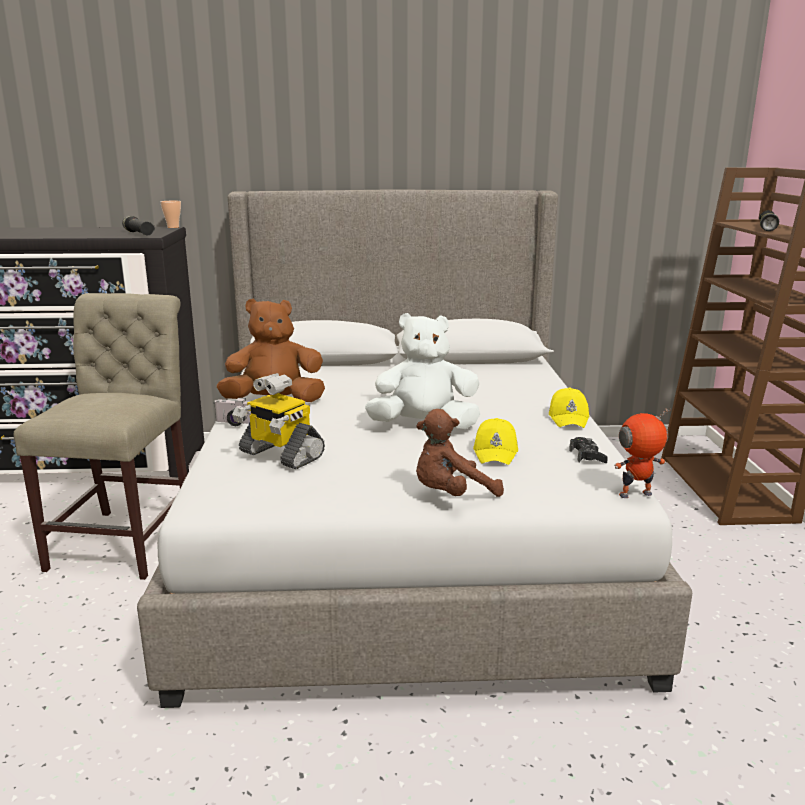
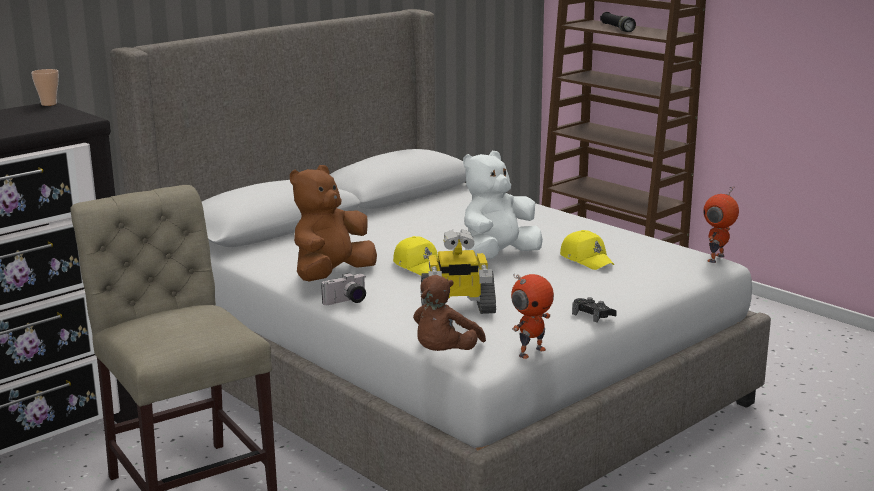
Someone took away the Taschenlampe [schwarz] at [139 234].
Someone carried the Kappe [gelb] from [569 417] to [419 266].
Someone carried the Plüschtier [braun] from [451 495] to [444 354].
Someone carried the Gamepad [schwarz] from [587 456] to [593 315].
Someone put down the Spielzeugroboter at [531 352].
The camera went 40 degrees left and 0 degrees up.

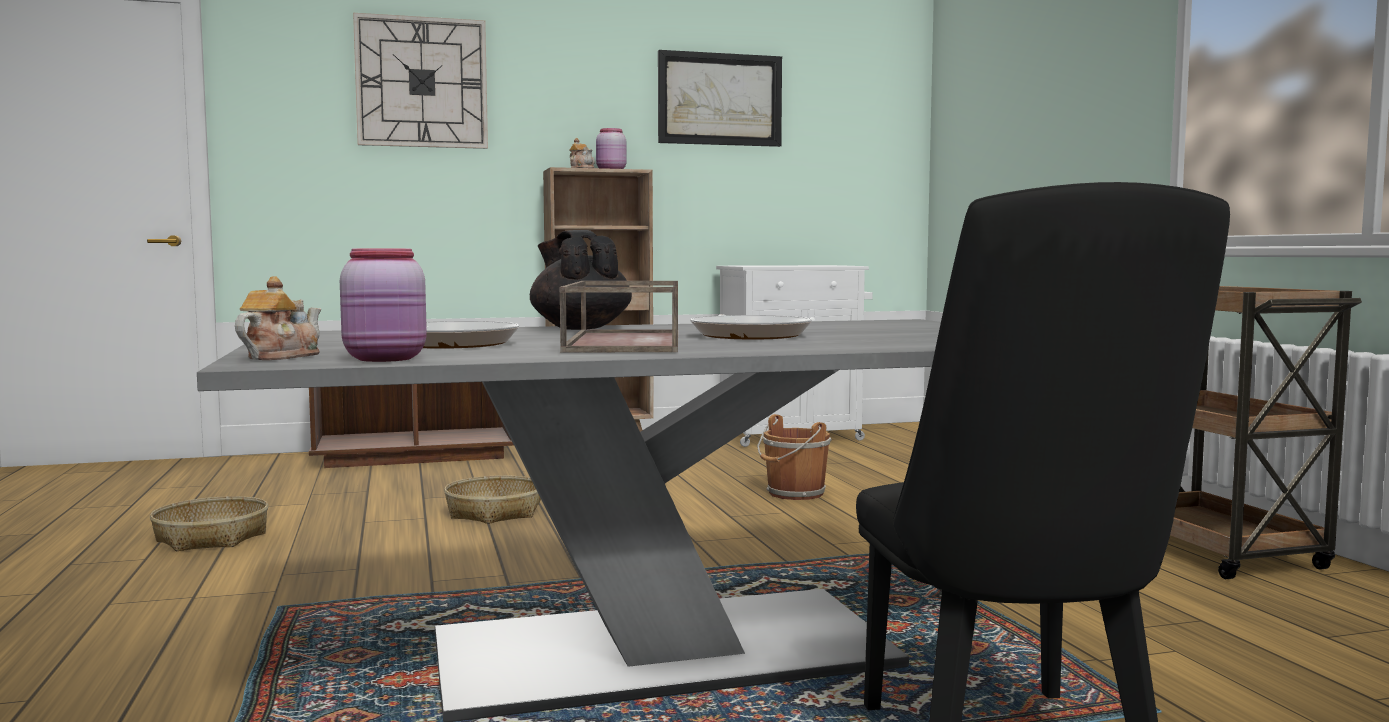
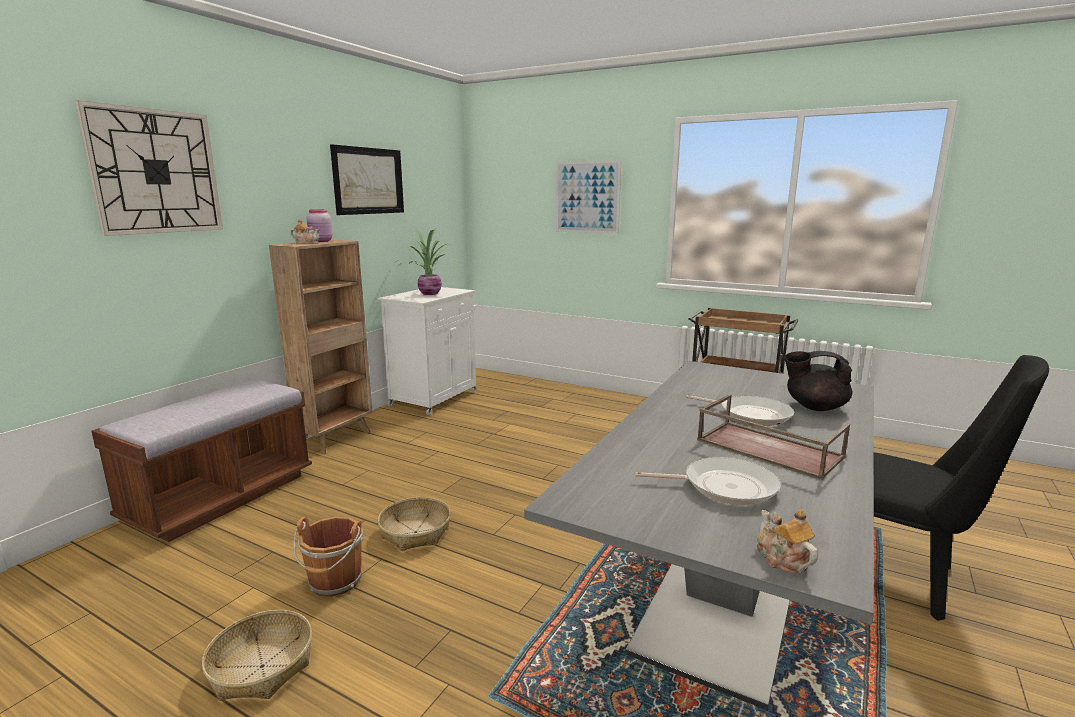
Someone carried the Teekanne [schwarz] from [580 328] to [814 407].
Someone took away the Vorratsglas [rosa] at [387 359].
Someone carried the Eimer [braun] from [794 494] to [335 582].
Someone put up the Bild at [587 197].
Someone put down the Topfpflanze at [431 293].
The camera went 45 degrees left and 10 degrees up.

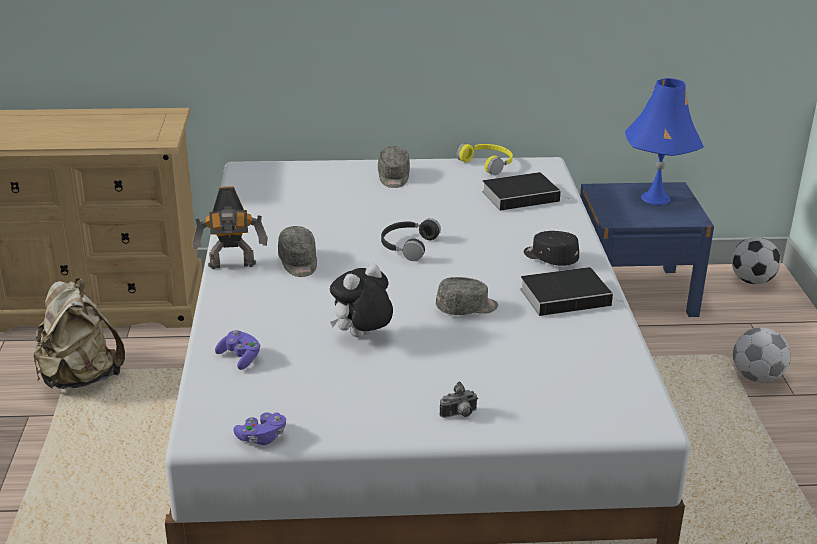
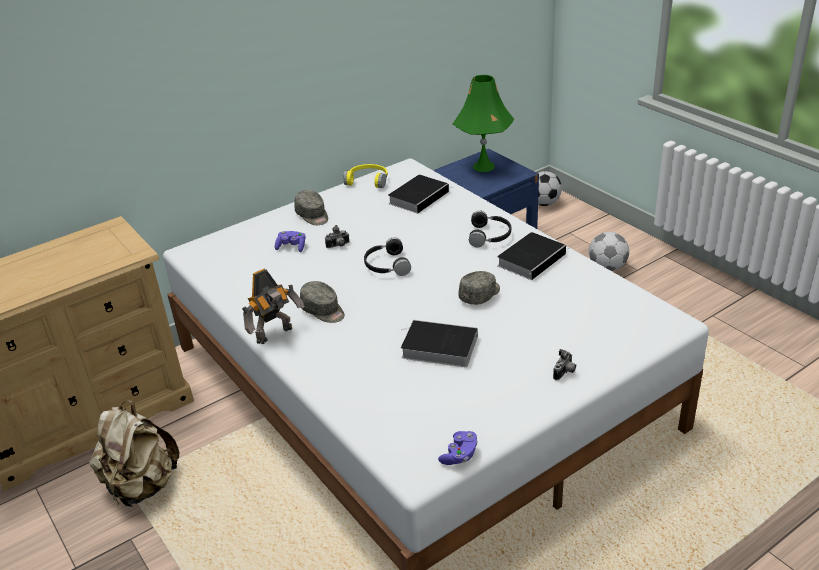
Someone repainted the Tischlampe [blau] at [655 198], which became the Tischlampe [grün] at [483 167].
Someone swapped the Kappe [schwarz] at [550 258] for the Kopfhörer [schwarz] at [490 236].
Someone swapped the Plüschtier at [362 337] for the Buch at [437 347].
Someone carried the Gamepad [lila] from [240 357] to [292 247].
Someone put down the Kamera at [338 246].
The camera went 30 degrees left and 5 degrees up.

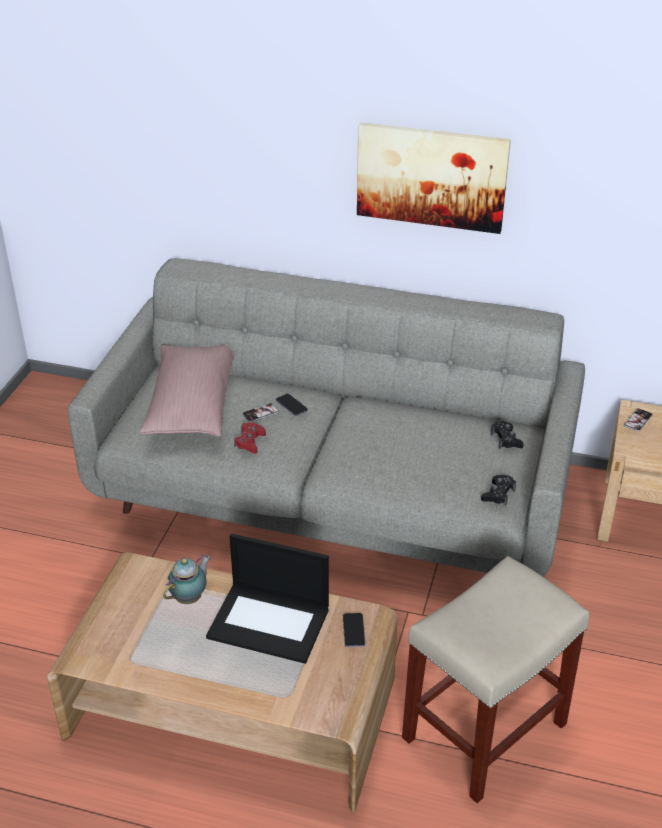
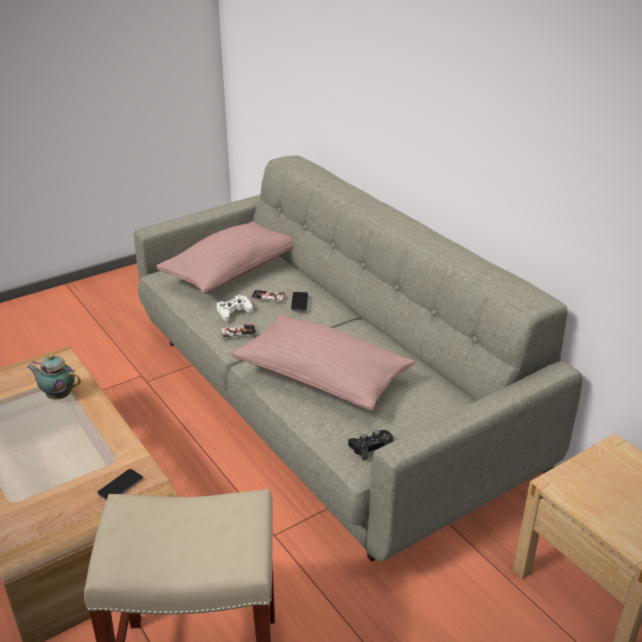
Someone took away the Bild at [431 176].
Someone carried the Handy from [638 420] to [238 332].
Someone took away the Gamepad [schwarz] at [506 439].
Someone repainted the Gamepad [rot] at [250 442], which became the Gamepad [weiß] at [233 312].
Someone took away the Laptop at [270 622].
Someone rotated the Teekanne at [190 597] by 150 degrees counterclockwise.
Someone put down the Kissen [rosa] at [322 378].
The camera went 40 degrees right and 5 degrees down.

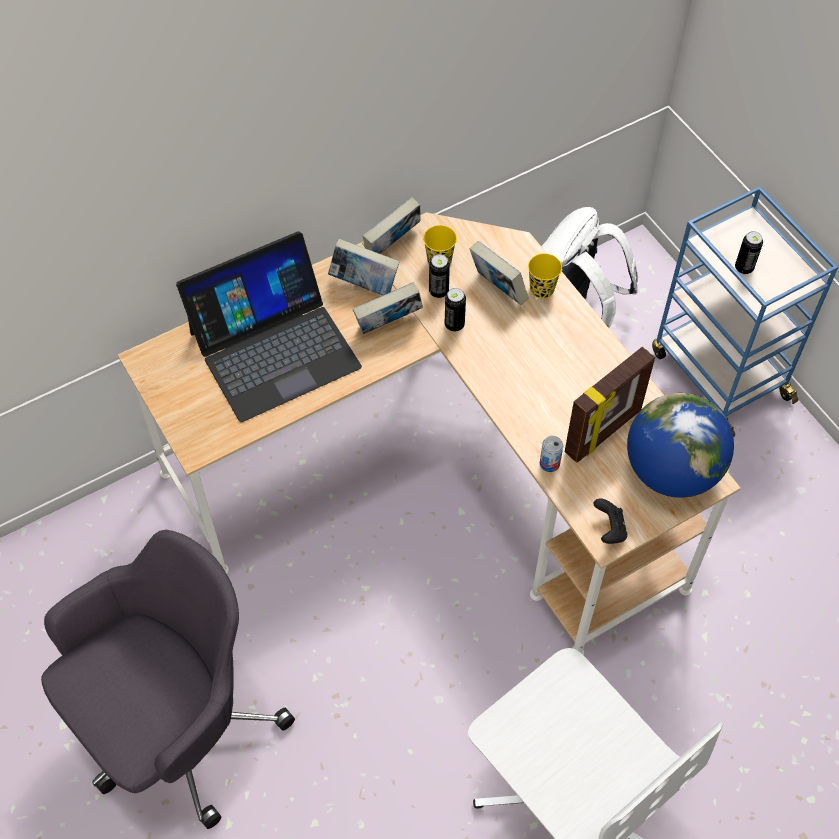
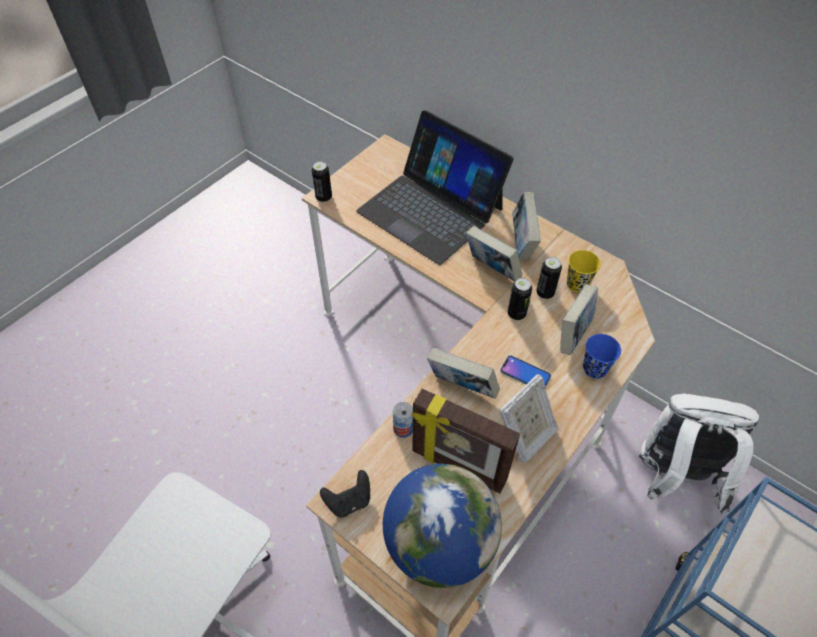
Someone carried the Buch from [392 245] to [461 388].
Someone carried the Dose from [744 268] to [323 197].
Someone repainted the Tasse [gelb] at [542 289], which became the Tasse [blau] at [594 369].
Someone took away the Bürostuhl [grau] at [175 726].
Someone put down the Handy at [525 373].
Someone put down the Bilderrahmen at [525 436].
The camera went 70 degrees right and 5 degrees down.

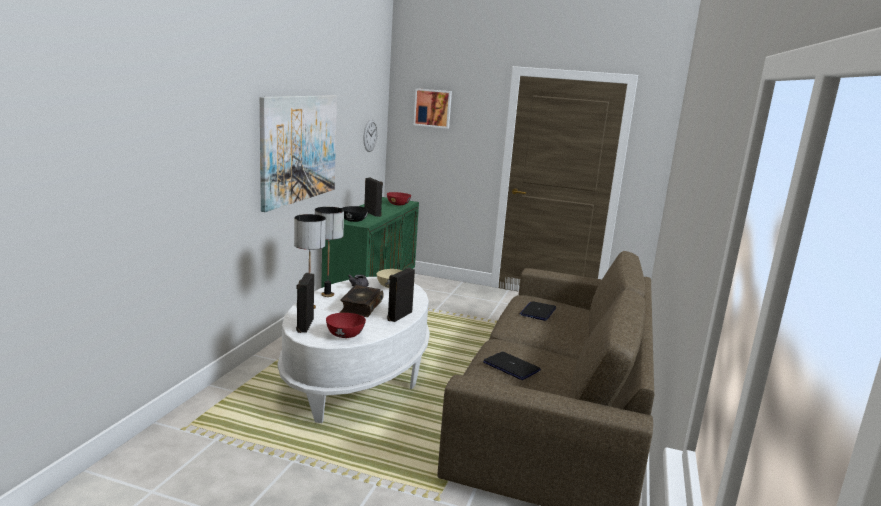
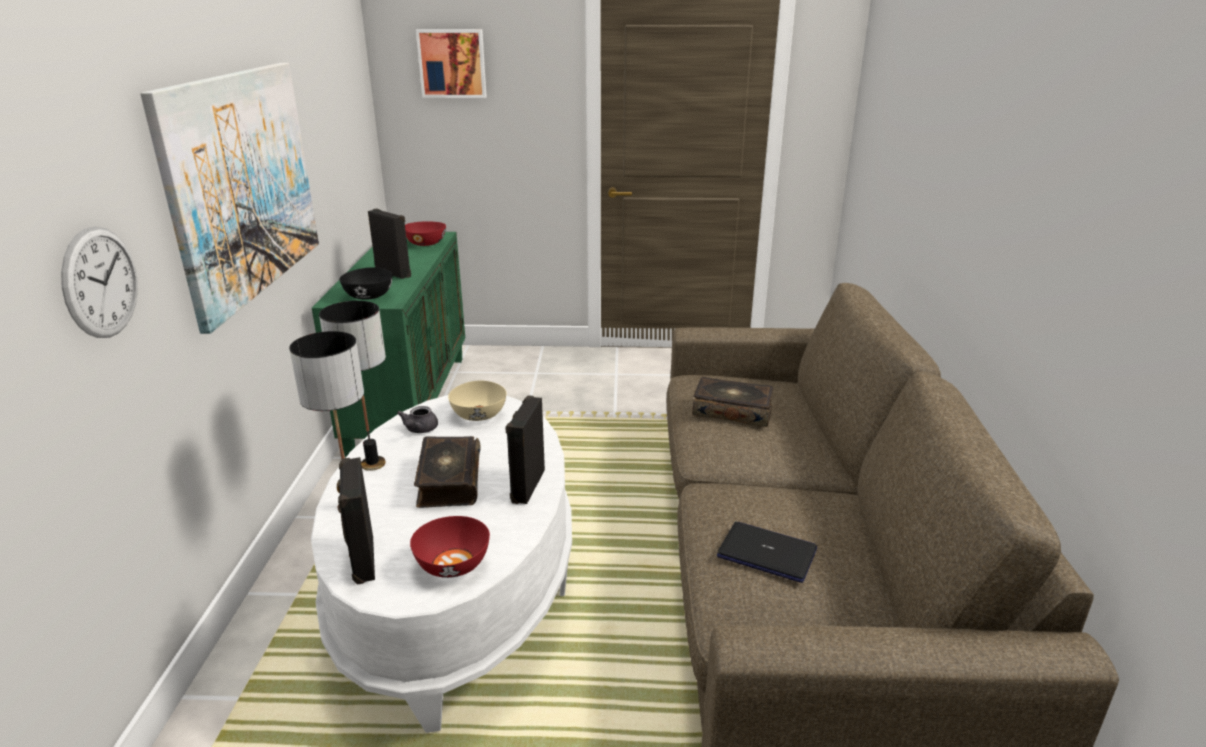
Someone carried the Wanduhr from [370 135] to [101 282].
Someone swapped the Laptop at [538 312] for the Buch at [732 410].
The camera went 15 degrees left and 10 degrees up.

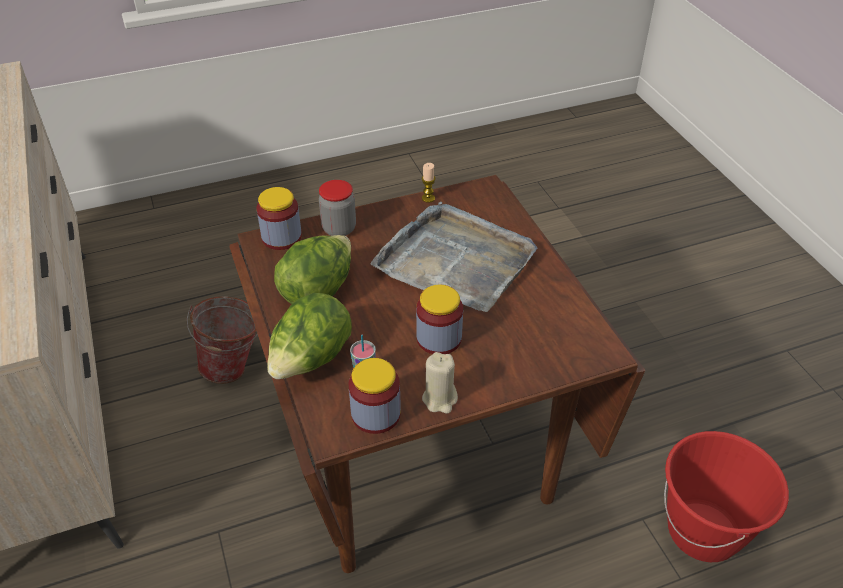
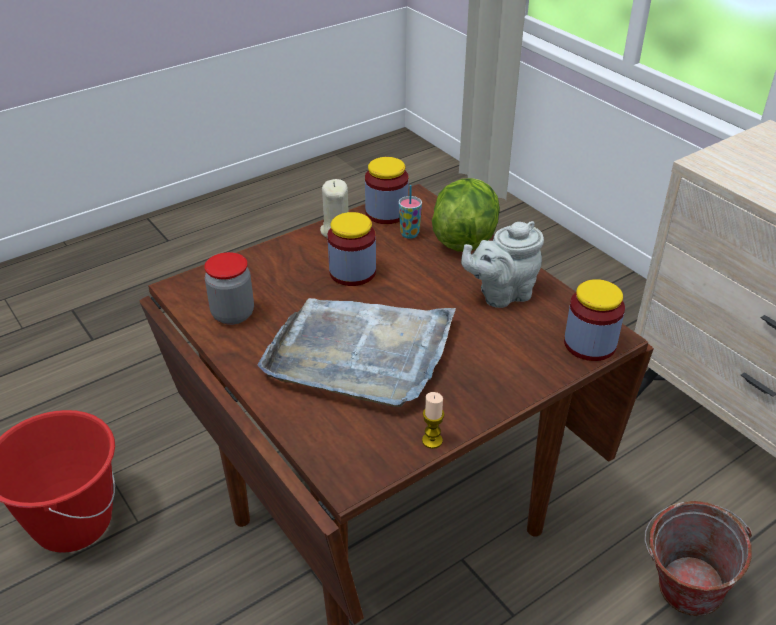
Someone carried the Vorratsglas from [339 229] to [233 314].
Someone swapped the Salatkopf at [318 290] for the Teekanne [grau] at [501 294].
The camera went 165 degrees right and 5 degrees down.

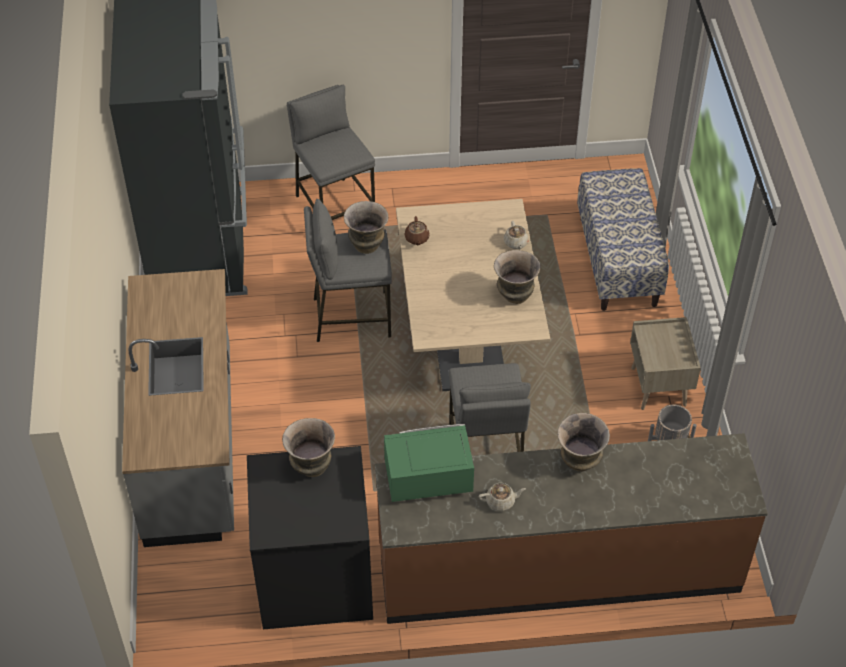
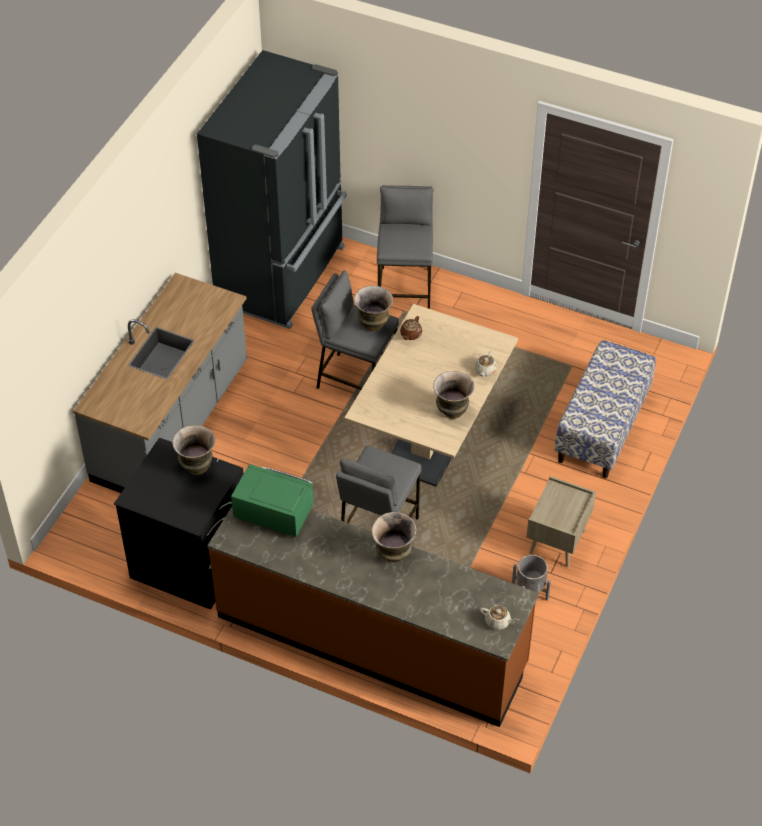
Someone carried the Teekanne [beige] from [501 501] to [498 621].
The camera went 30 degrees right and 0 degrees up.

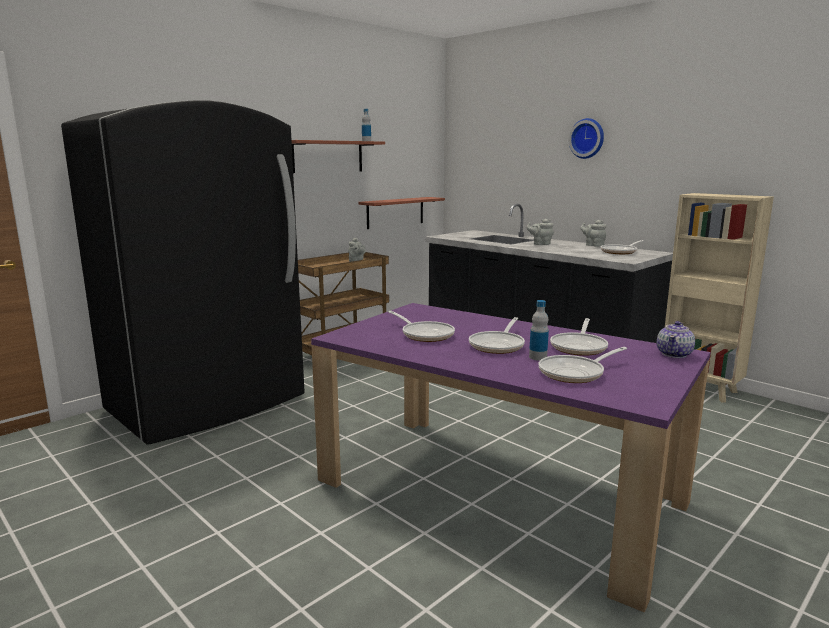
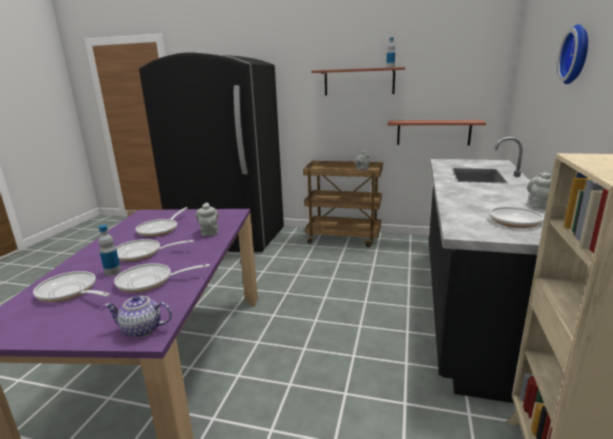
Someone carried the Teekanne [grau] from [540 244] to [209 232].
The camera went 60 degrees right and 5 degrees up.

